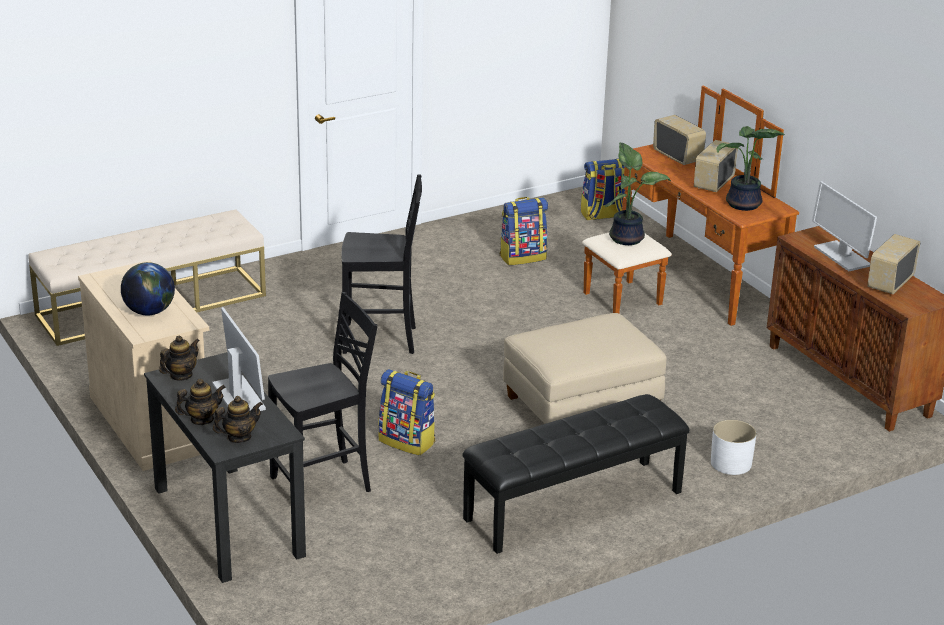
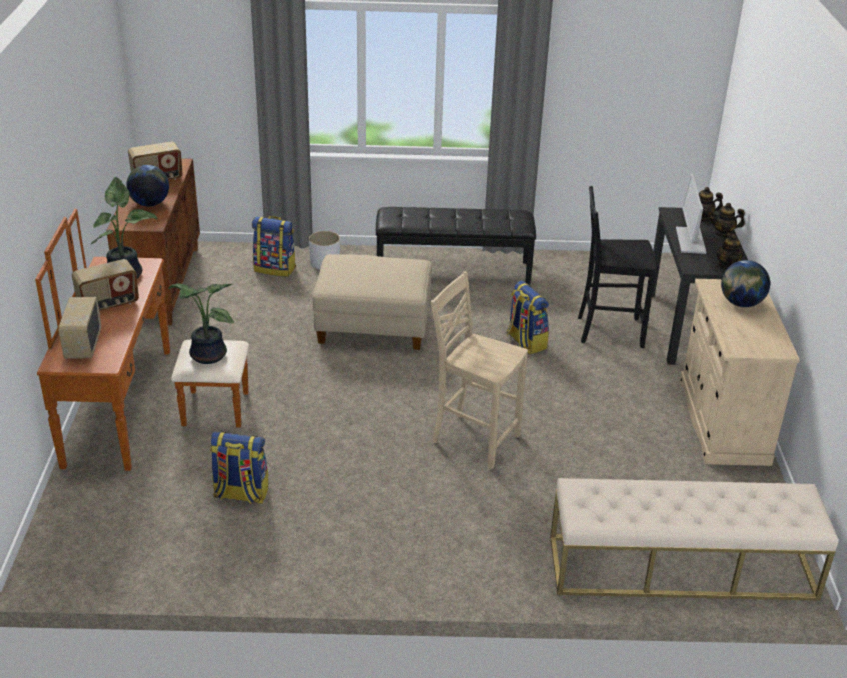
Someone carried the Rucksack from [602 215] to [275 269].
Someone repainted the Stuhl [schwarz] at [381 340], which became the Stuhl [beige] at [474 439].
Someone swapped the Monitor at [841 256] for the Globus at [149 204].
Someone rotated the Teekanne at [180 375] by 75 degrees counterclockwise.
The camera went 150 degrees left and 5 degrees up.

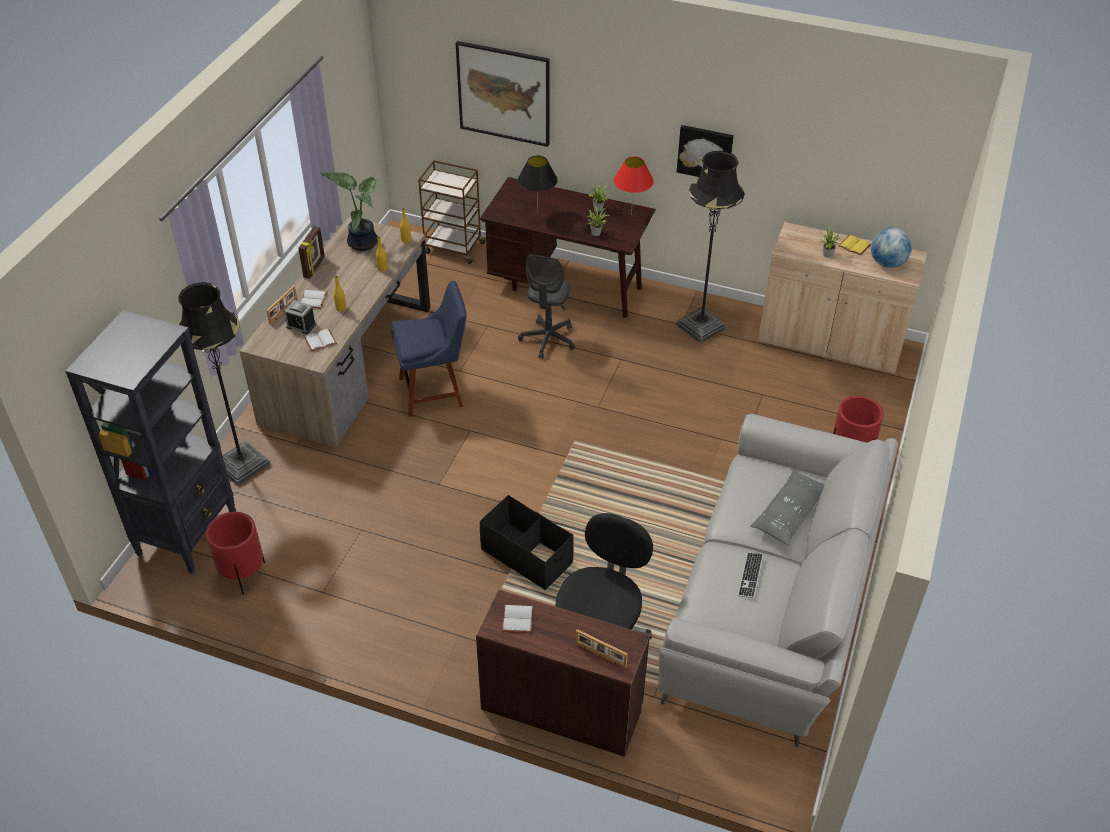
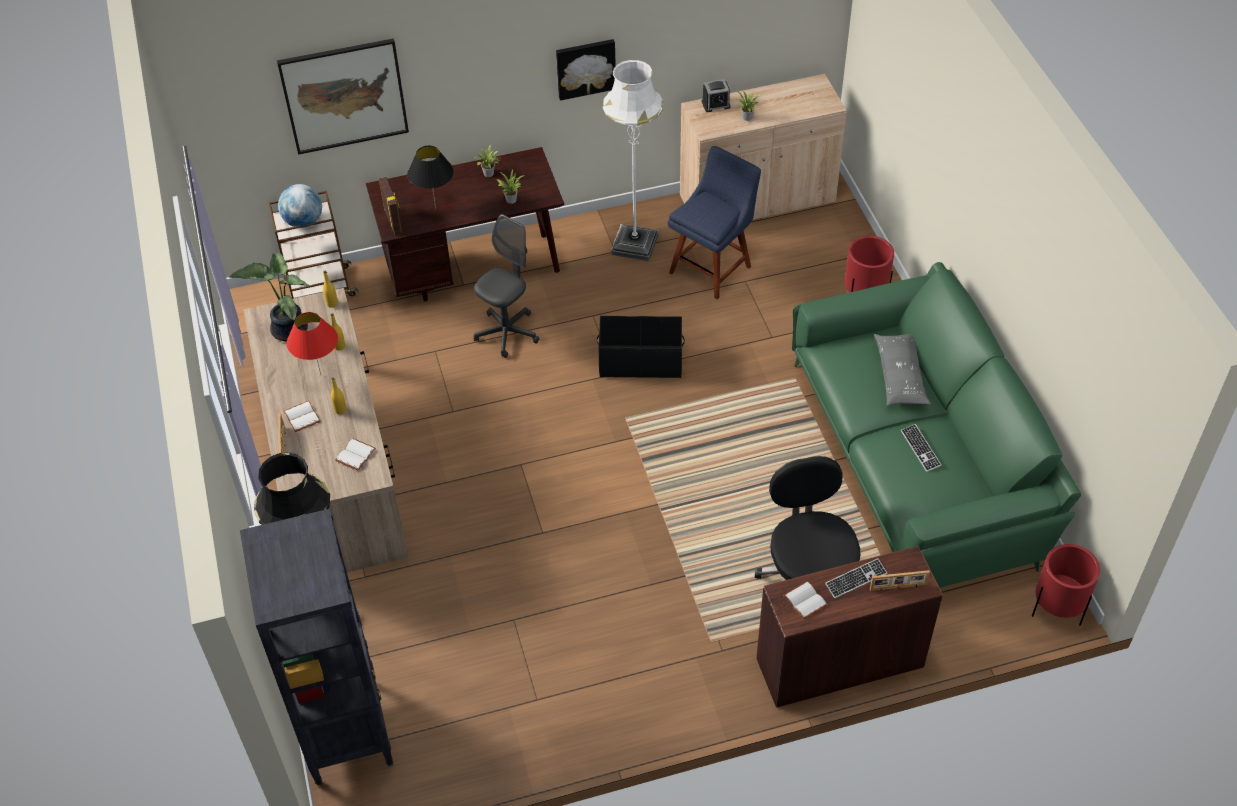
Someone repainted the Stehlampe [schwarz] at [701 327], which became the Stehlampe [weiß] at [635 244].
Someone carried the Tischlampe [rot] from [631 215] to [321 375].
Someone carried the Bilderrahmen from [315 267] to [394 221].
Someone carried the Globus from [887 263] to [303 222].
Someone took away the Buch [gelb] at [855 246].
Someone rotated the Bürostuhl [grau] at [548 339] by 120 degrees counterclockwise.
Someone carried the Stuhl [blau] from [434 391] to [712 267].
Someone carried the Wecker from [301 325] to [715 104].
Someone repainted the Sofa [grau] at [773 601], which became the Sofa [grün] at [916 462].
Someone carried the Aufbewahrungsbox [schwarz] from [527 556] to [640 361].
Someone carried the Pflanzkübel [rot] from [243 575] to [1057 609].
Someone put down the Tastatur at [856 579].
The camera went 35 degrees left and 5 degrees up.

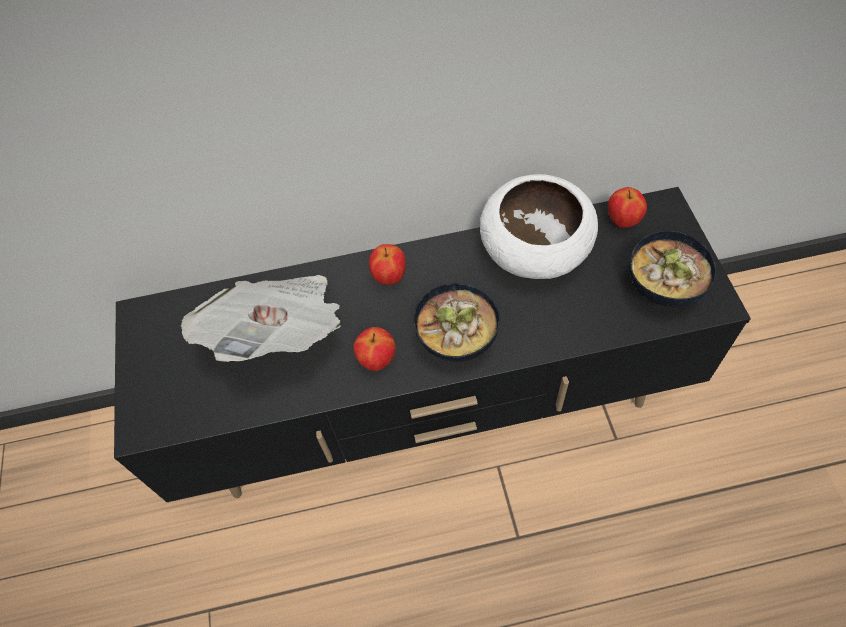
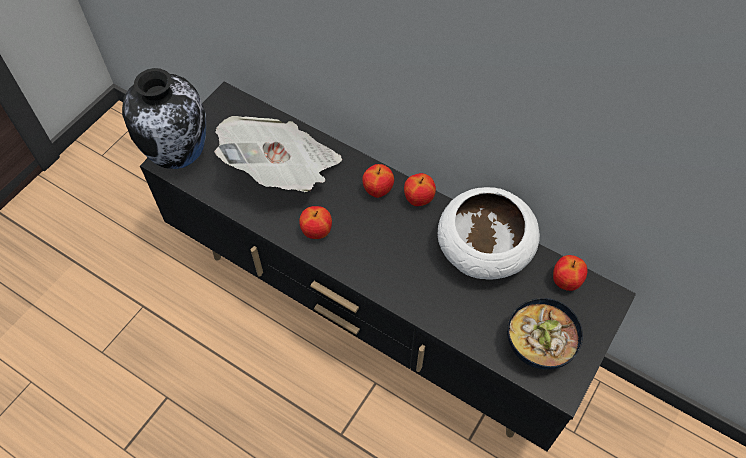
Someone took away the Schüssel at [456 338].
Someone put down the Vase at [180 156].
Someone put down the Apfel at [418 200].
The camera went 40 degrees right and 0 degrees up.

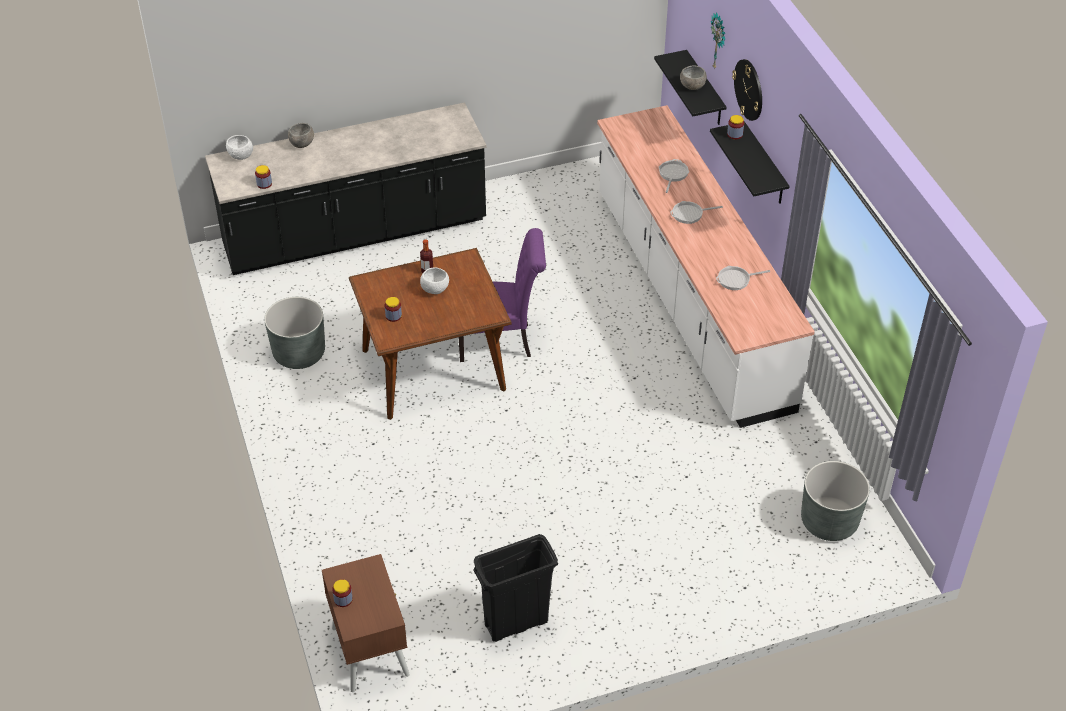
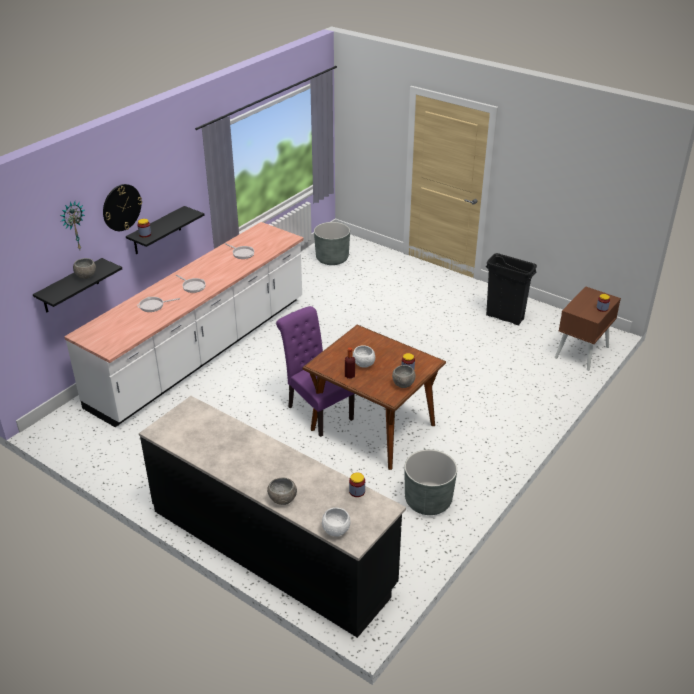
Someone put down the Schüssel [grau] at [403 384].
The camera went 125 degrees left and 10 degrees down.

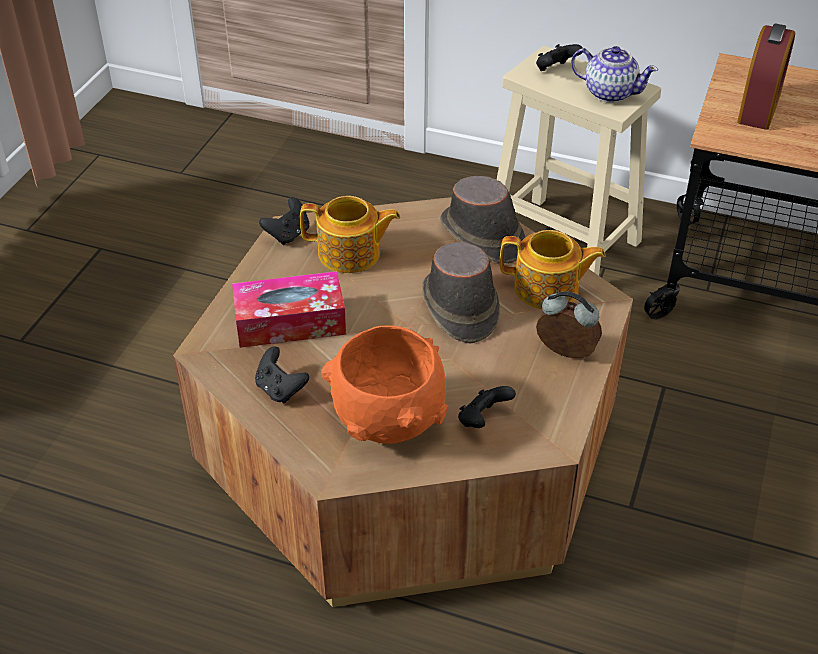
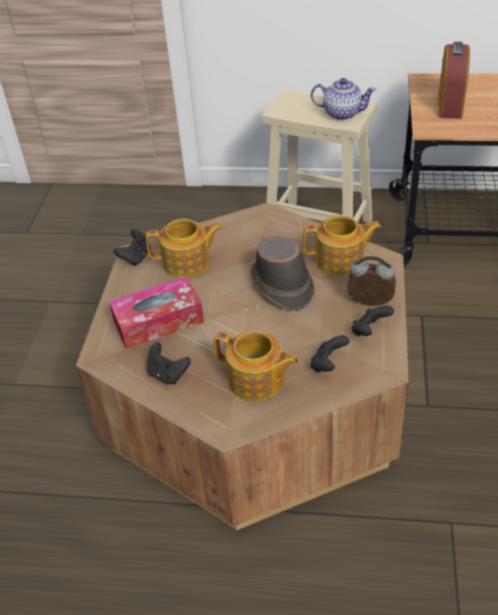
Someone carried the Gamepad [schwarz] from [555 70] to [369 331].
Someone took away the Hut [braun] at [482 236].
Someone swapped the Schüssel [orange] at [387 421] for the Teekanne at [257 380].
The camera went 10 degrees left and 0 degrees up.

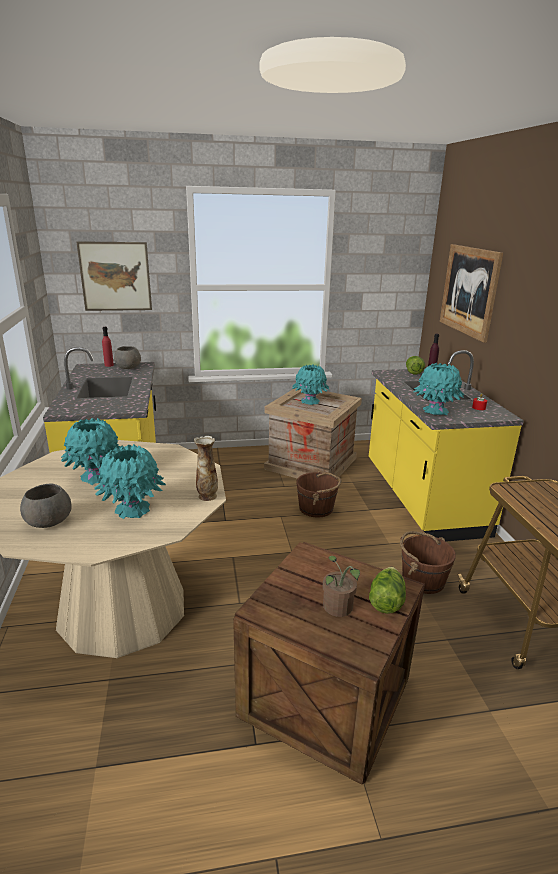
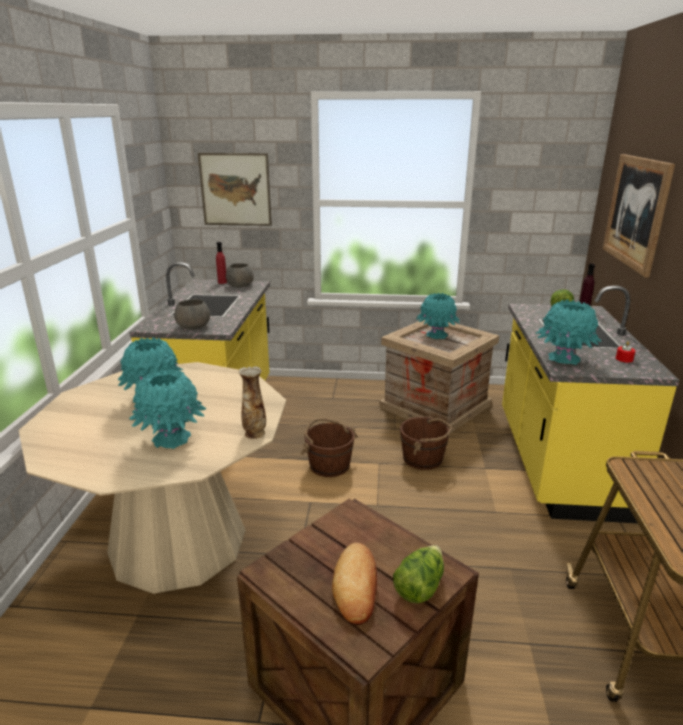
Someone carried the Schüssel [grau] from [47 521] to [193 326].
Someone carried the Eimer [braun] from [422 579] to [329 465].
Someone swapped the Topfpflanze at [337 609] for the Brot at [356 586].
The camera went 15 degrees right and 0 degrees up.

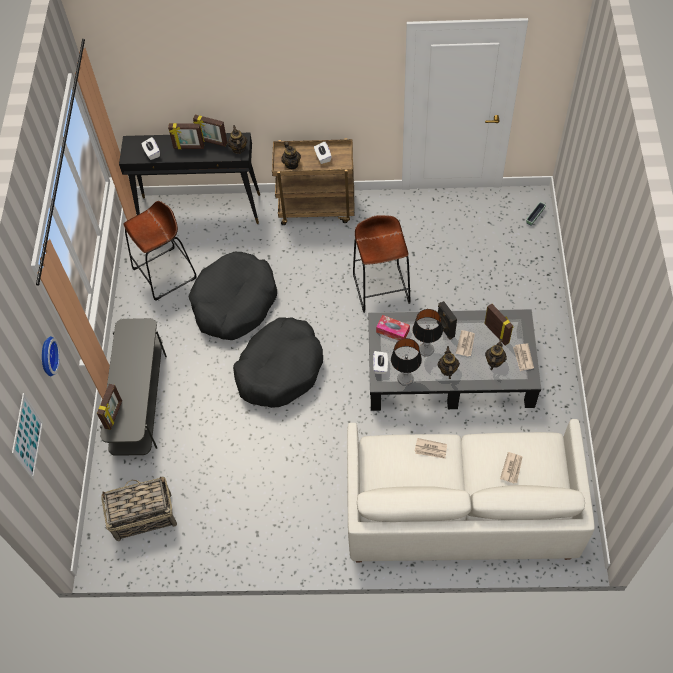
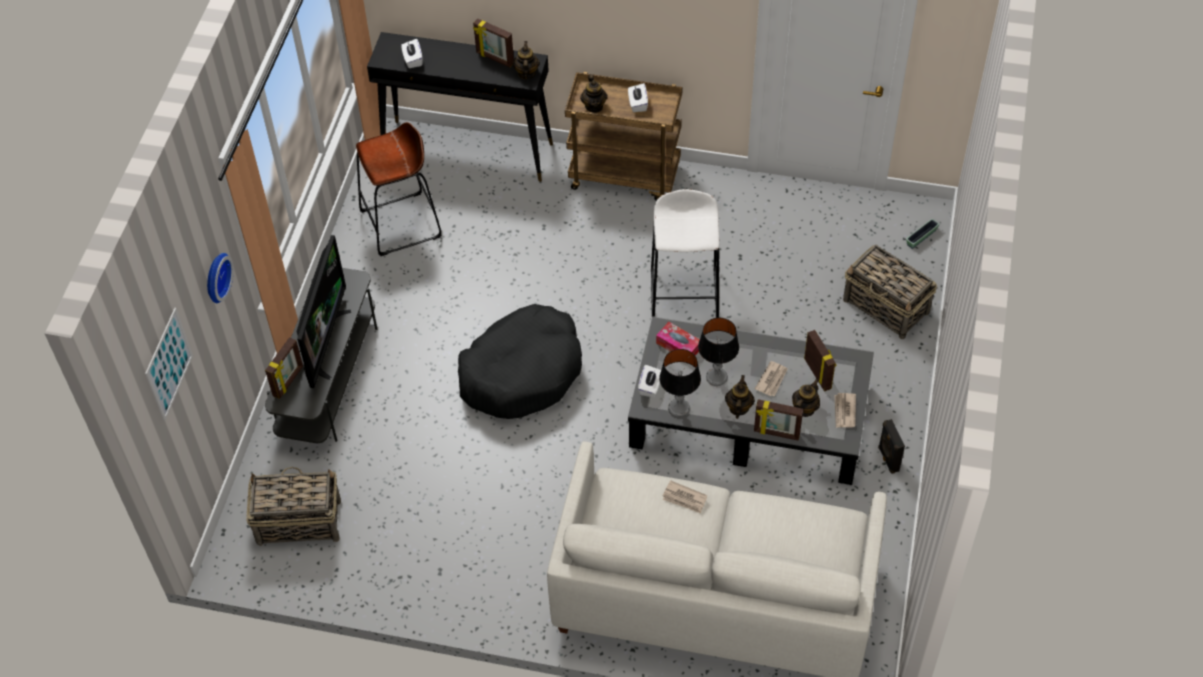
Someone carried the Bilderrahmen from [189 147] to [776 433].
Someone repainted the Hocker [braun] at [381 288], which became the Hocker [weiß] at [684 294].
Someone took away the Hundebett [schwarz] at [234 303].
Someone carried the Lautsprecher [schwarz] from [445 329] to [887 459].
Someone took away the Zeitung at [512 468].
Someone put down the Fernseher at [324 342].
Someone put down the Korb at [886 307].
The camera went 10 degrees right and 5 degrees down.

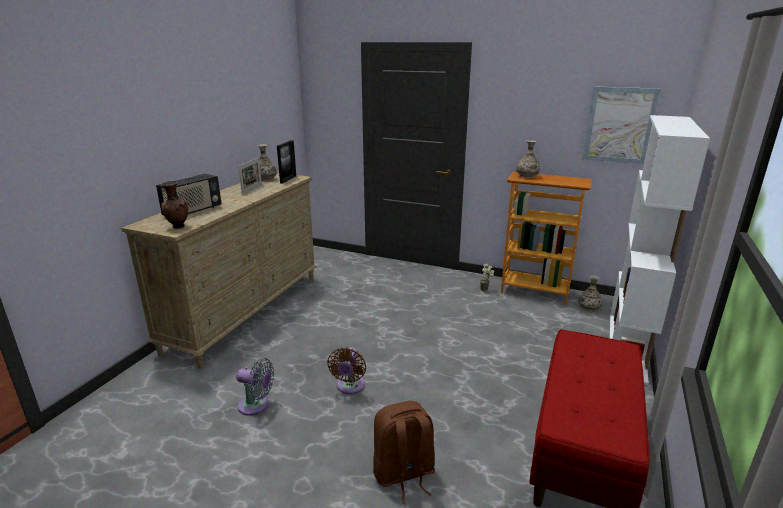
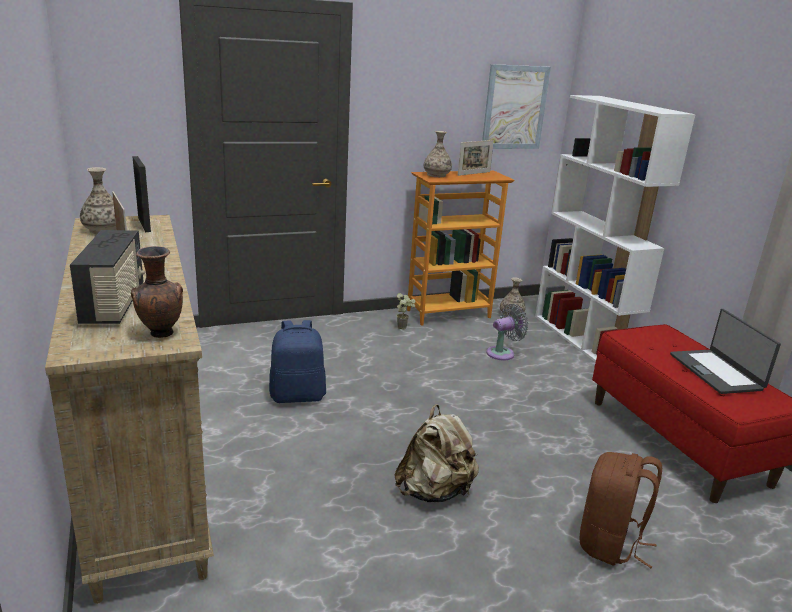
Someone swapped the Ventilator [braun] at [349 387] for the Rucksack [beige] at [434 491].
Someone carried the Ventilator [grau] from [256 406] to [503 353].
Someone put down the Bilderrahmen at [474 173].
Someone put down the Laptop at [716 372].
Someone put down the Rucksack [blau] at [298 395].
The camera went 45 degrees left and 0 degrees up.

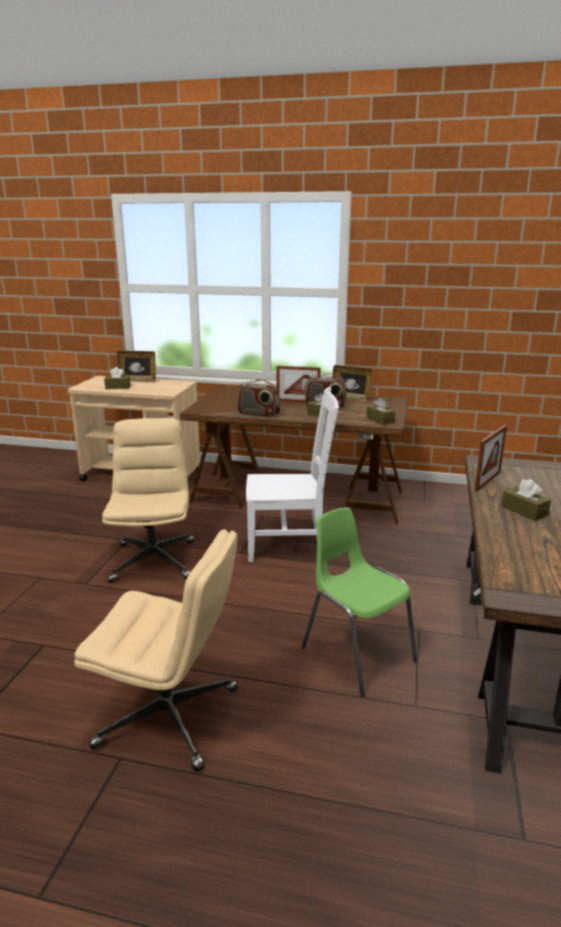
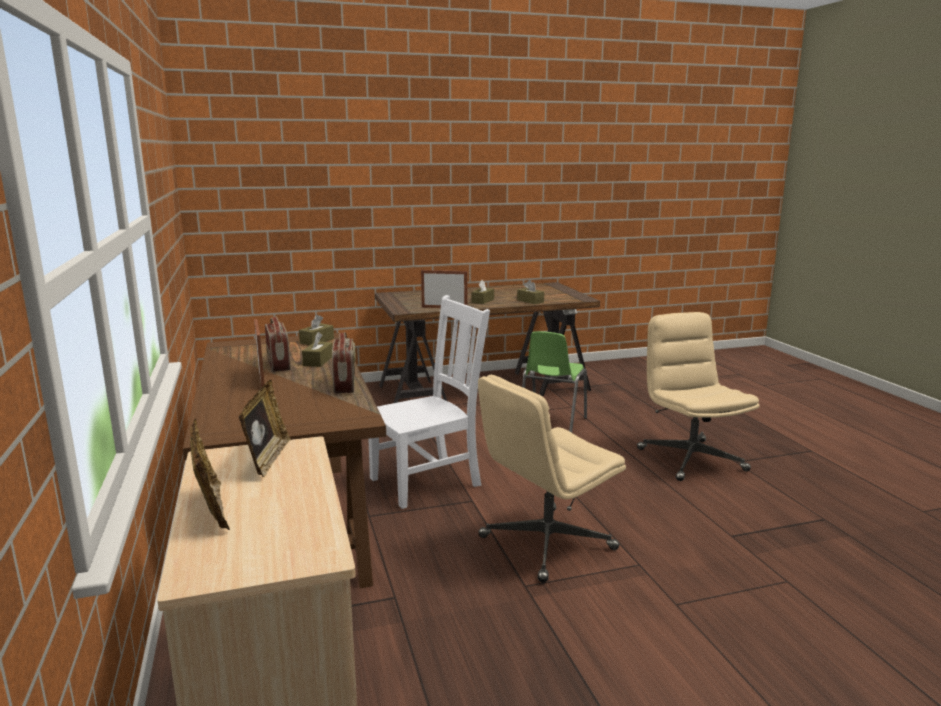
Someone carried the Bilderrahmen from [350 398] to [267 459].
Someone carried the Taschentuchbox [braun] from [118 387] to [530 301].
Someone rotated the Stuhl [weiß] at [290 545] by 90 degrees clockwise.
The camera went 120 degrees left and 5 degrees down.

